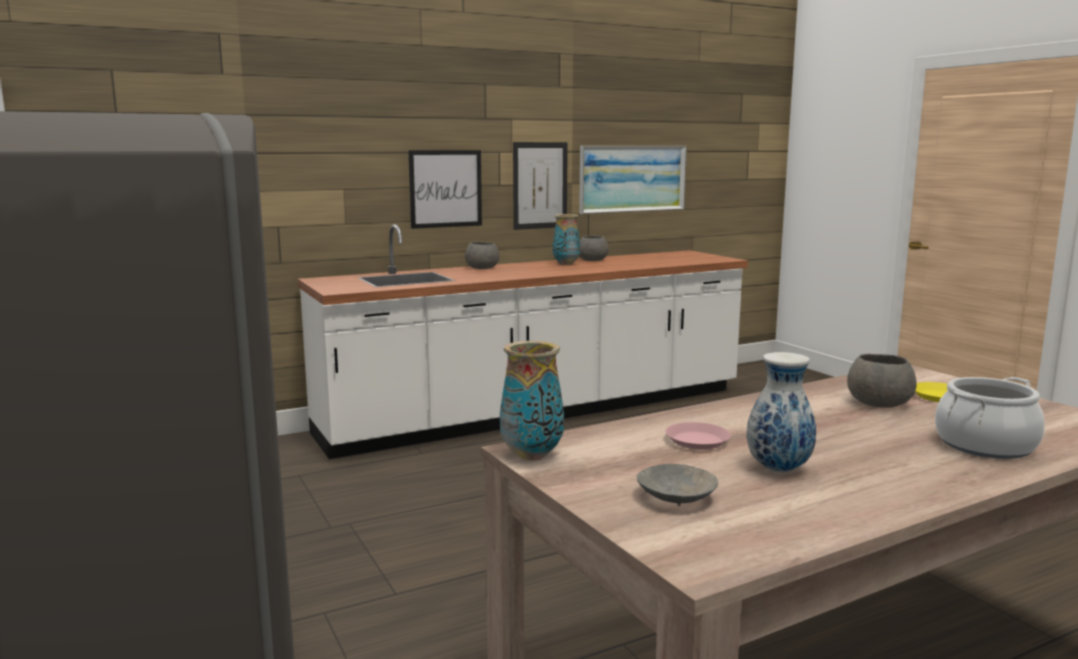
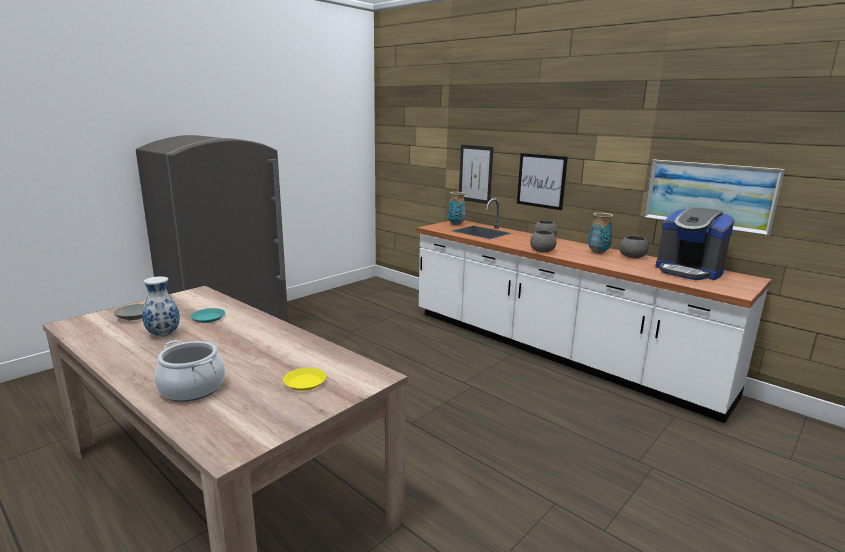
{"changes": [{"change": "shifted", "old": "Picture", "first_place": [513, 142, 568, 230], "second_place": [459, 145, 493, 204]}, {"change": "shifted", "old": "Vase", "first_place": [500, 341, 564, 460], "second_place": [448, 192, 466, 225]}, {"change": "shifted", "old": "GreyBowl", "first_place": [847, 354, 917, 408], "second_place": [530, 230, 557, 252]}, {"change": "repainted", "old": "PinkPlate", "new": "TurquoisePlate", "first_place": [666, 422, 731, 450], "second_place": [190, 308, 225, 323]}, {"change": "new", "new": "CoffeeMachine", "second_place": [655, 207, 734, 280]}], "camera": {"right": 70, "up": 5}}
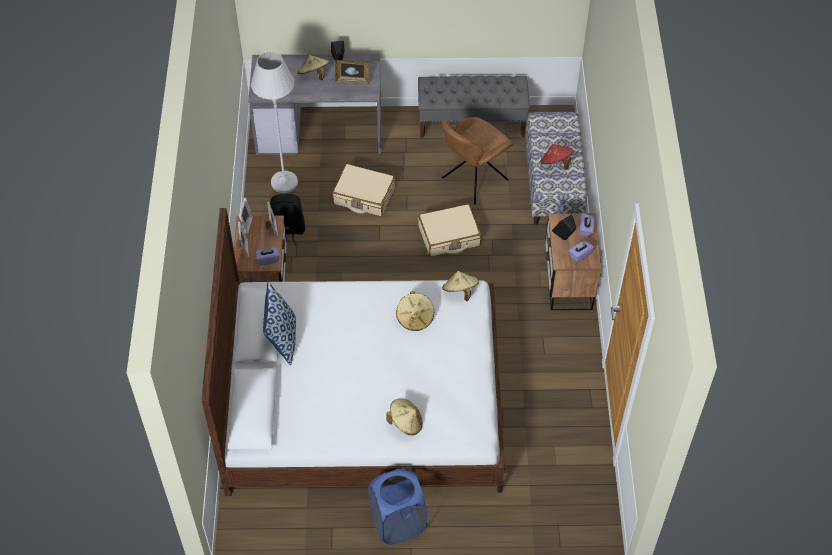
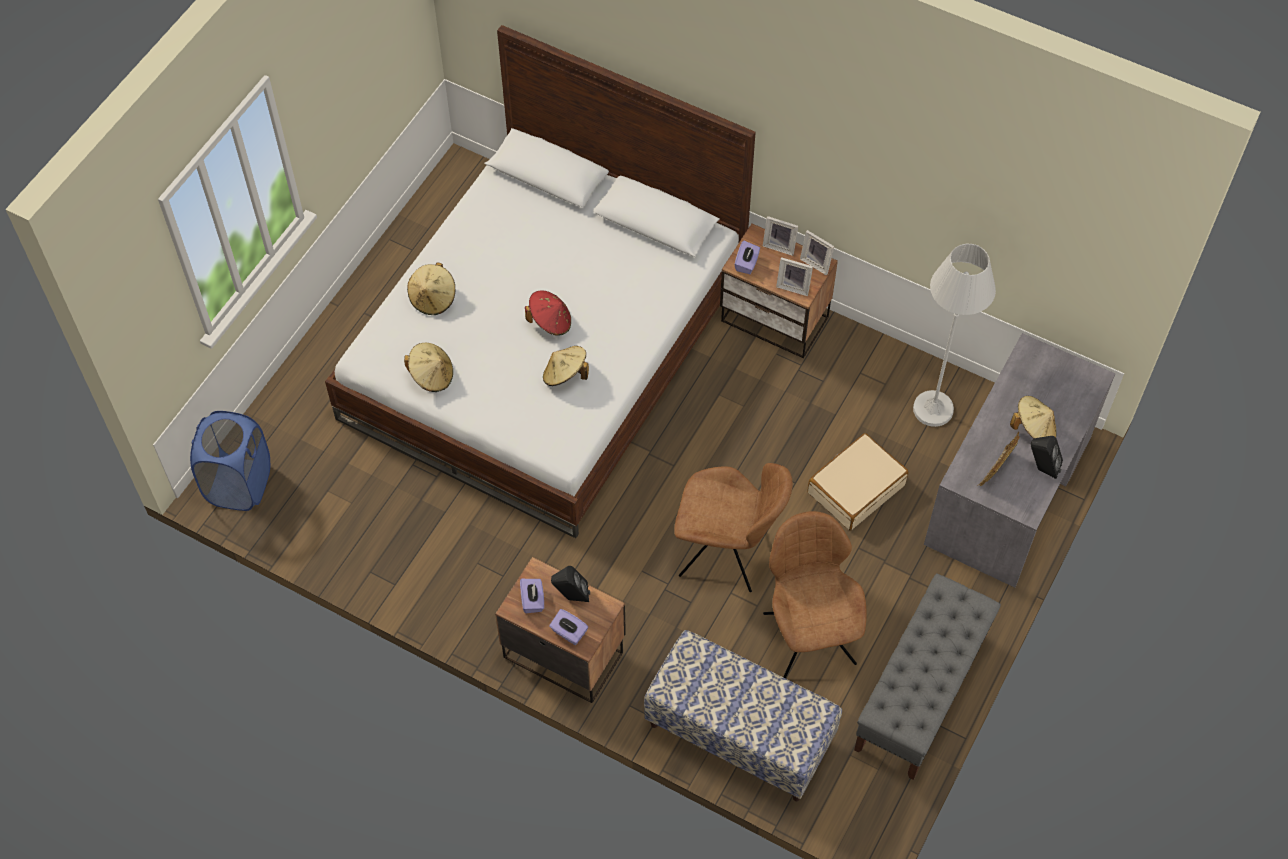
{"changes": [{"change": "shifted", "old": "RedHat", "first_place": [540, 144, 574, 170], "second_place": [525, 290, 571, 336]}, {"change": "gone", "old": "BlackBackpack", "first_place": [270, 194, 305, 245]}, {"change": "swapped", "old": "BeigeSuitcase", "new": "BrownChair", "first_place": [418, 204, 481, 257], "second_place": [674, 463, 793, 592]}, {"change": "shifted", "old": "BeigeHat", "first_place": [442, 271, 479, 301], "second_place": [404, 343, 453, 392]}, {"change": "gone", "old": "Pillow", "first_place": [263, 281, 296, 365]}, {"change": "shifted", "old": "BlueLaundryBasket", "first_place": [368, 468, 427, 545], "second_place": [190, 411, 270, 511]}], "camera": {"right": 120, "up": 5}}
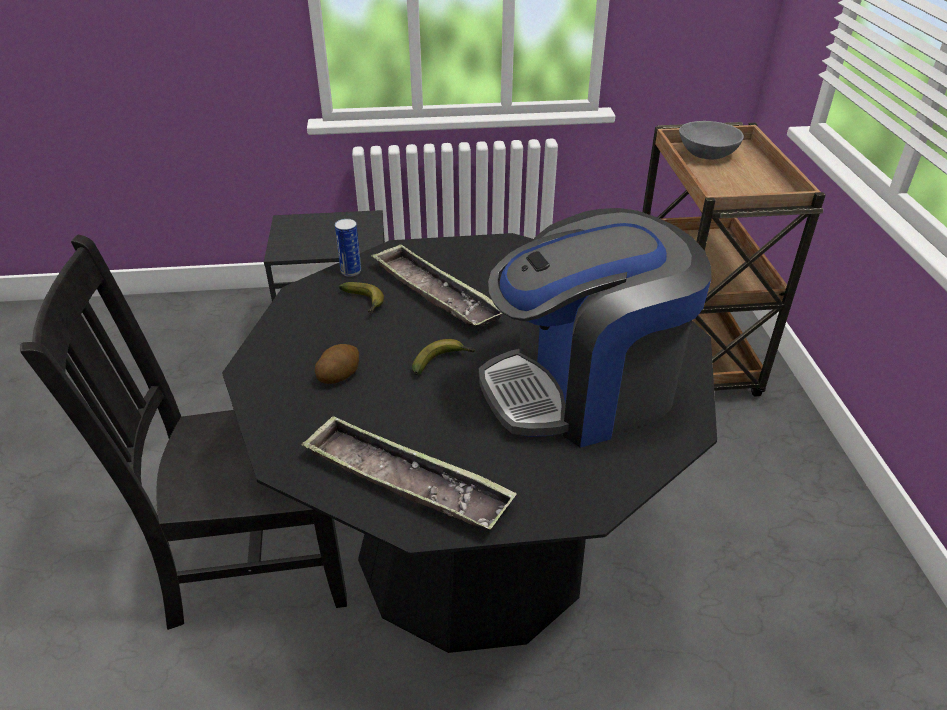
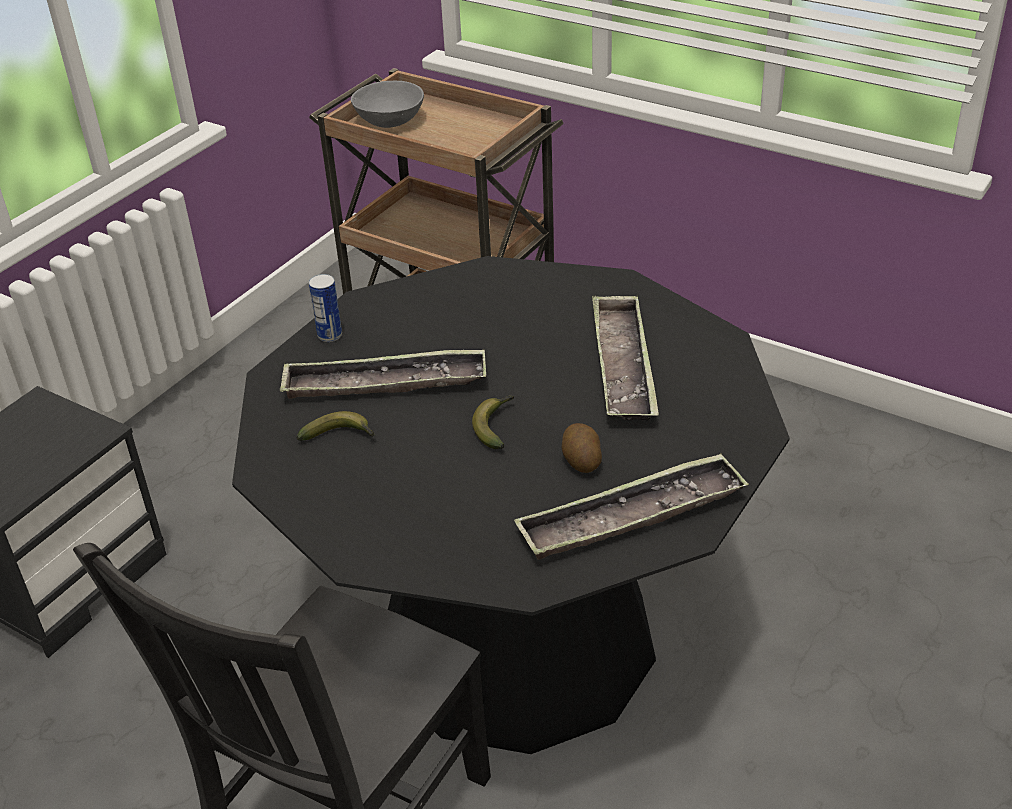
{"changes": [{"change": "swapped", "old": "CoffeeMachine", "new": "Tray", "first_place": [479, 208, 712, 448], "second_place": [592, 295, 659, 421]}, {"change": "shifted", "old": "Can", "first_place": [335, 219, 361, 277], "second_place": [309, 274, 342, 342]}, {"change": "shifted", "old": "Potato", "first_place": [315, 344, 359, 384], "second_place": [561, 423, 602, 473]}], "camera": {"right": -50, "up": 0}}
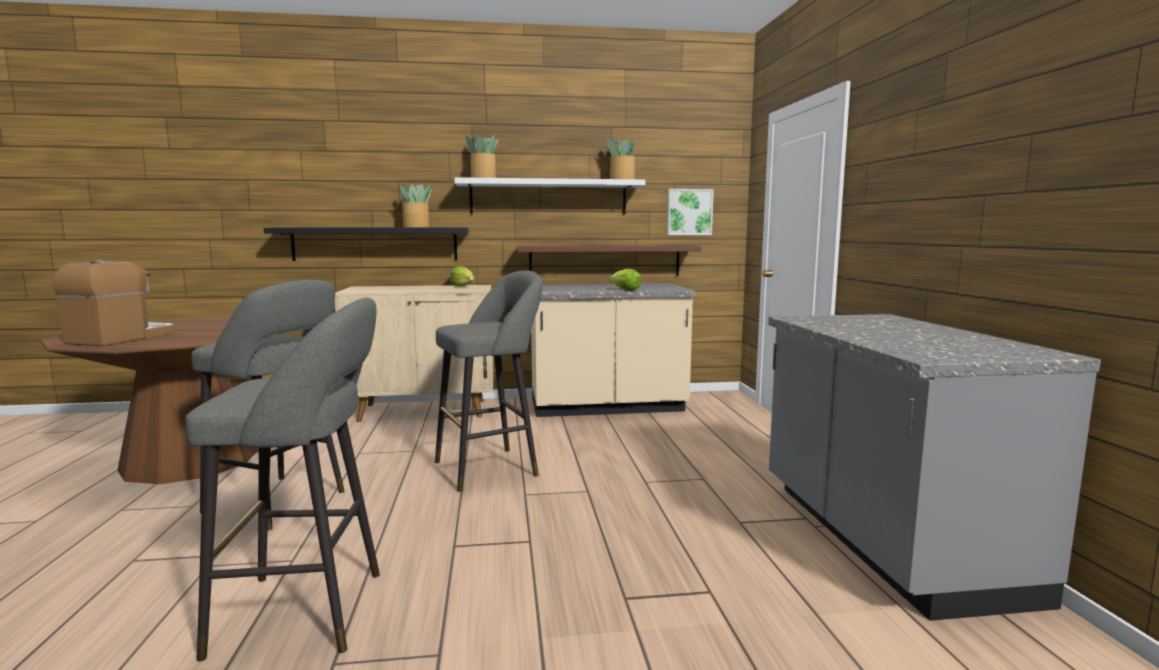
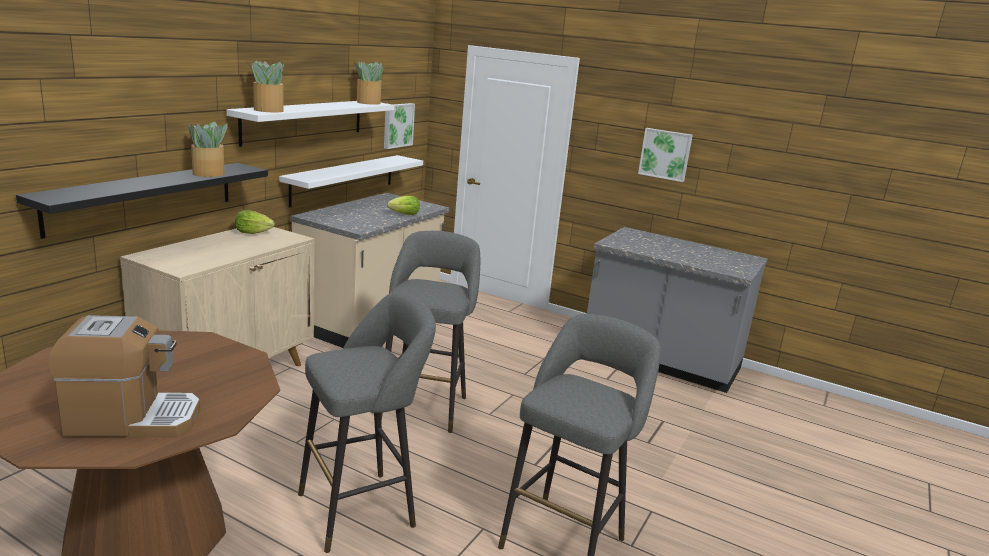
{"changes": [{"change": "repainted", "old": "BrownShelf", "new": "WhiteShelf", "first_place": [517, 245, 701, 276], "second_place": [279, 155, 423, 208]}, {"change": "rotated", "old": "CoffeeMachine", "first_place": [53, 261, 175, 346], "second_place": [49, 315, 200, 437], "degrees": 120}, {"change": "new", "new": "Picture", "second_place": [638, 128, 693, 182]}], "camera": {"right": -55, "up": 10}}
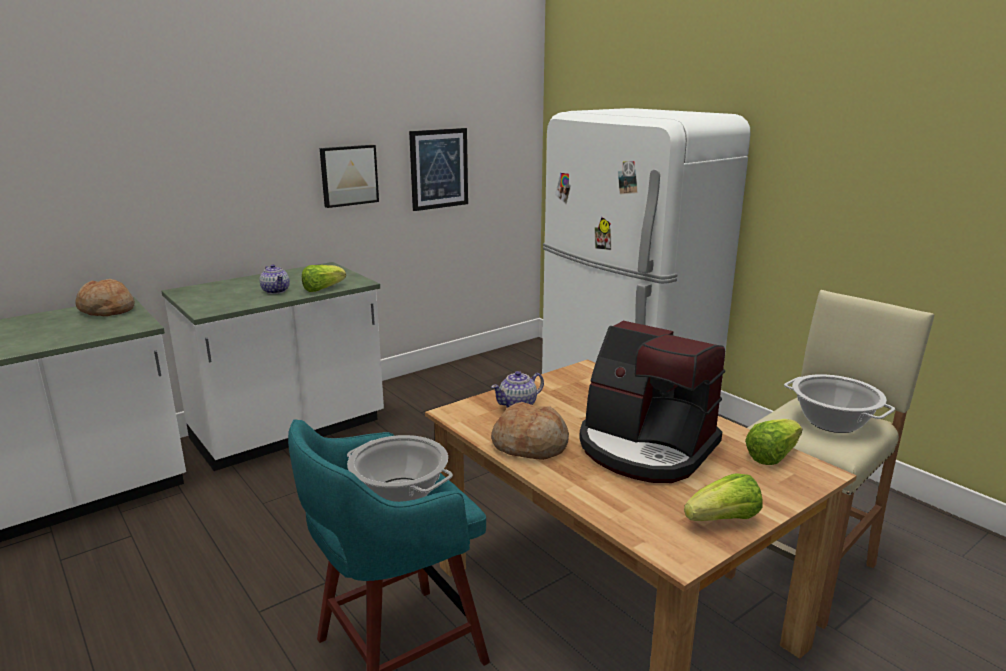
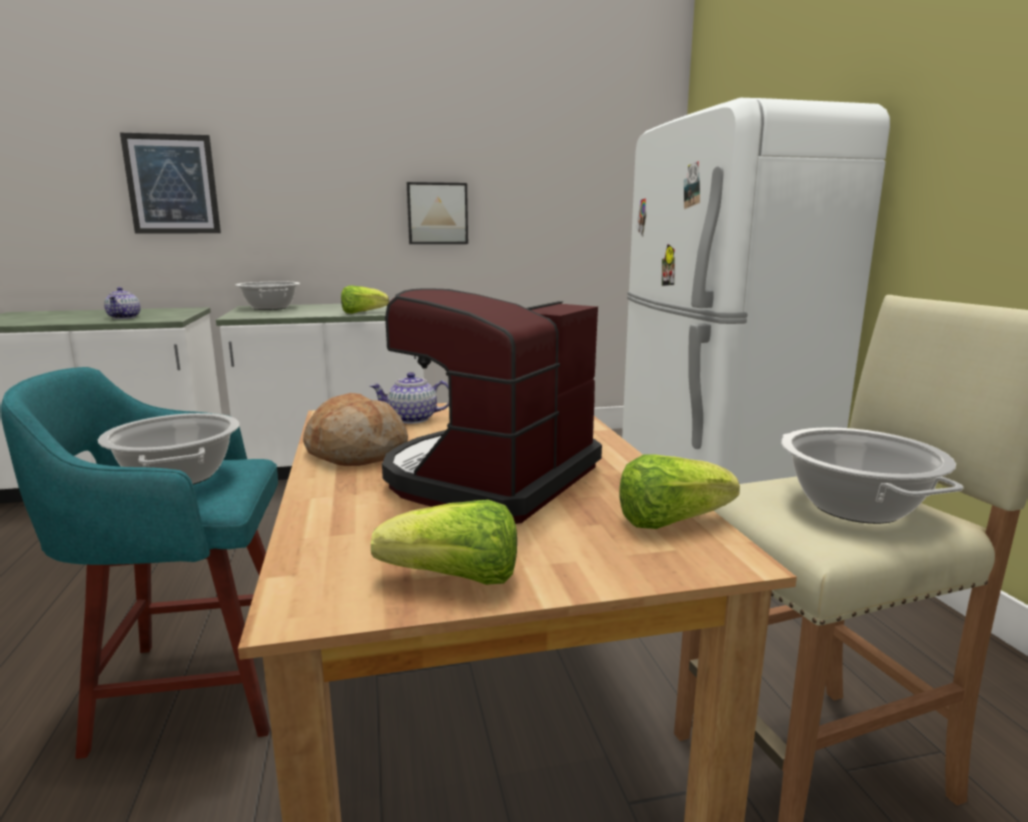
{"changes": [{"change": "shifted", "old": "Picture", "first_place": [409, 128, 468, 211], "second_place": [120, 133, 221, 233]}, {"change": "shifted", "old": "Teapot", "first_place": [259, 264, 290, 294], "second_place": [104, 287, 141, 319]}, {"change": "gone", "old": "Bread", "first_place": [75, 279, 135, 316]}, {"change": "rotated", "old": "CoffeeMachine", "first_place": [579, 321, 725, 483], "second_place": [382, 288, 602, 524], "degrees": 60}, {"change": "new", "new": "CookingPot", "second_place": [235, 281, 300, 310]}], "camera": {"right": 25, "up": -5}}
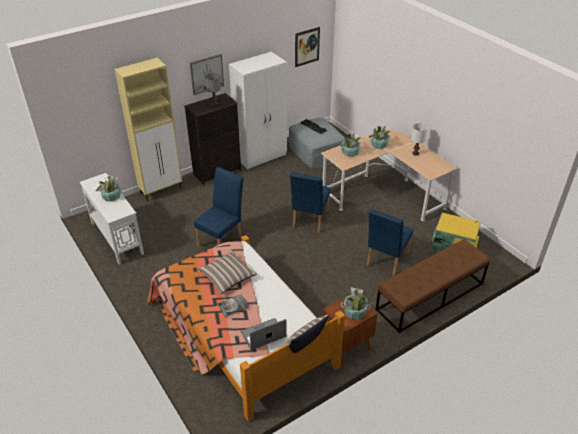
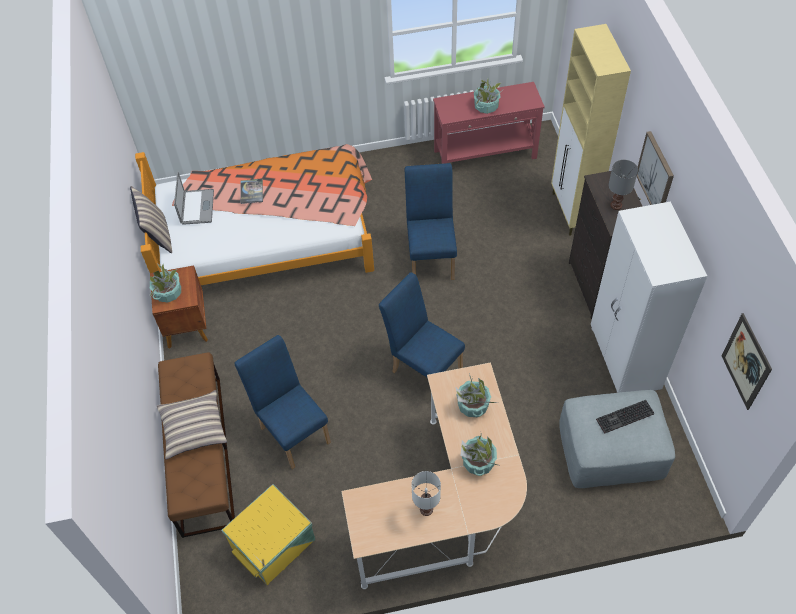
{"changes": [{"change": "rotated", "old": "BlueChair", "first_place": [194, 167, 244, 247], "second_place": [405, 163, 457, 280], "degrees": -150}, {"change": "repainted", "old": "WhiteConsoleTable", "new": "RedConsoleTable", "first_place": [80, 173, 144, 265], "second_place": [433, 82, 545, 164]}, {"change": "shifted", "old": "Pillow", "first_place": [198, 251, 257, 294], "second_place": [157, 390, 227, 459]}], "camera": {"right": 115, "up": 15}}
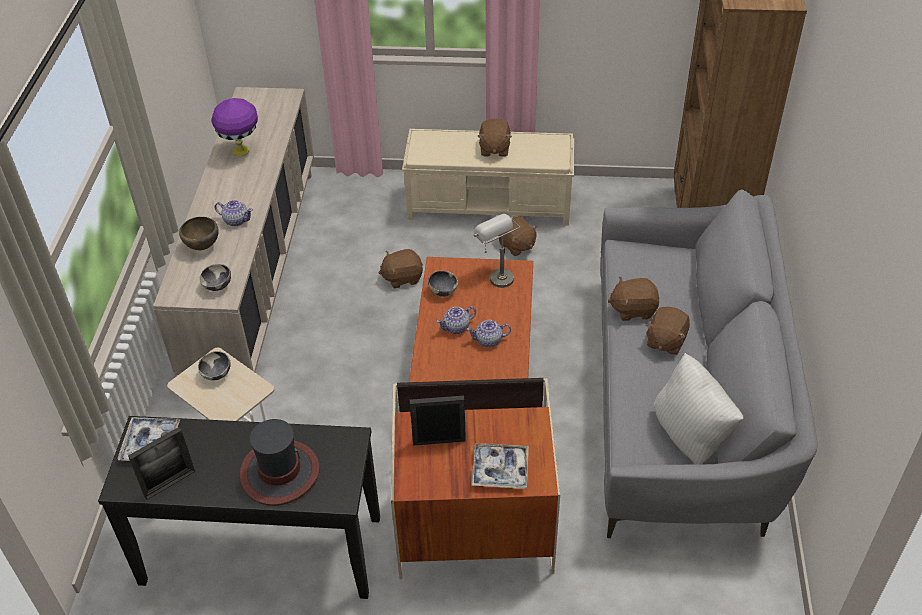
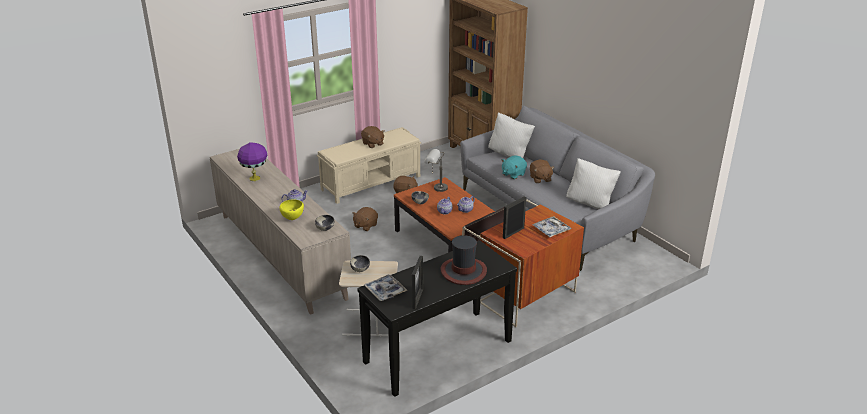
{"changes": [{"change": "repainted", "old": "BrownBowl", "new": "YellowBowl", "first_place": [179, 217, 219, 250], "second_place": [279, 199, 304, 220]}, {"change": "repainted", "old": "BrownPlushToy", "new": "TurquoisePlushToy", "first_place": [608, 277, 659, 321], "second_place": [502, 156, 527, 179]}, {"change": "new", "new": "WhitePillow", "second_place": [488, 112, 535, 158]}], "camera": {"right": -40, "up": -15}}
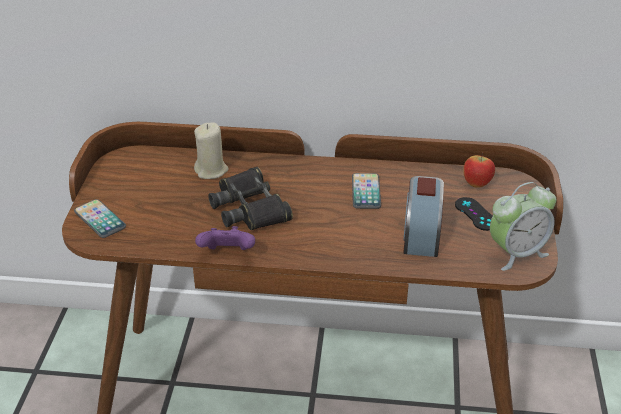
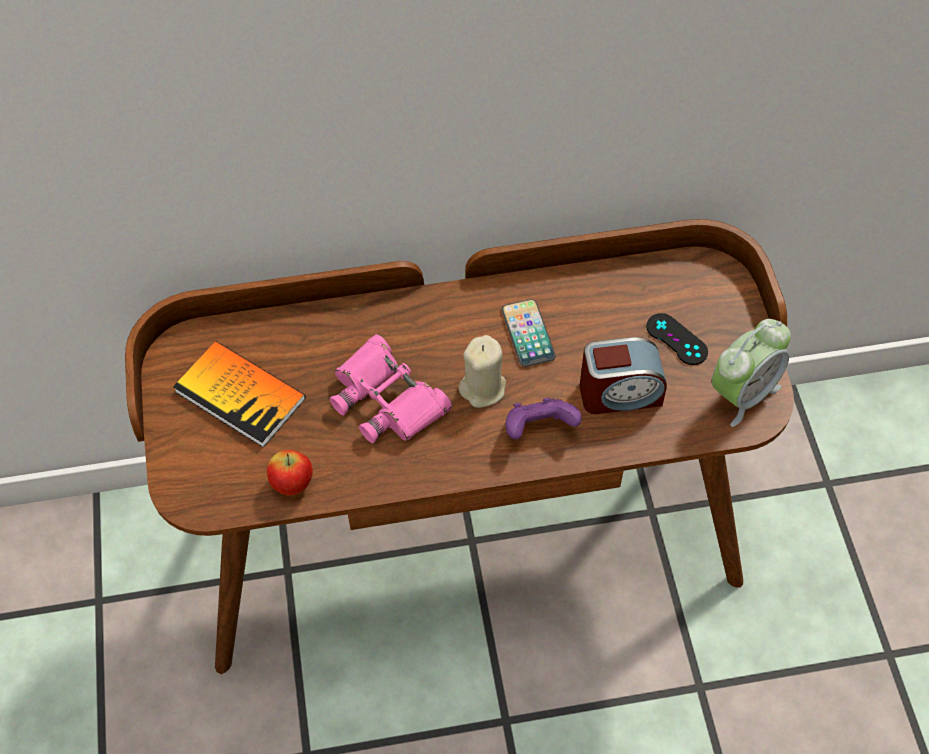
{"changes": [{"change": "shifted", "old": "BeigeCandle", "first_place": [194, 122, 229, 179], "second_place": [458, 335, 506, 408]}, {"change": "shifted", "old": "Apple", "first_place": [463, 152, 495, 188], "second_place": [267, 450, 313, 496]}, {"change": "repainted", "old": "BlackBinoculars", "new": "PinkBinoculars", "first_place": [208, 167, 293, 230], "second_place": [330, 334, 452, 443]}, {"change": "rotated", "old": "AlarmClock", "first_place": [403, 176, 444, 257], "second_place": [580, 337, 667, 414], "degrees": -90}, {"change": "gone", "old": "Phone", "first_place": [74, 199, 126, 238]}, {"change": "shifted", "old": "PurpleGameController", "first_place": [195, 226, 255, 250], "second_place": [506, 398, 582, 439]}, {"change": "new", "new": "Book", "second_place": [173, 341, 306, 448]}], "camera": {"right": -15, "up": 20}}
